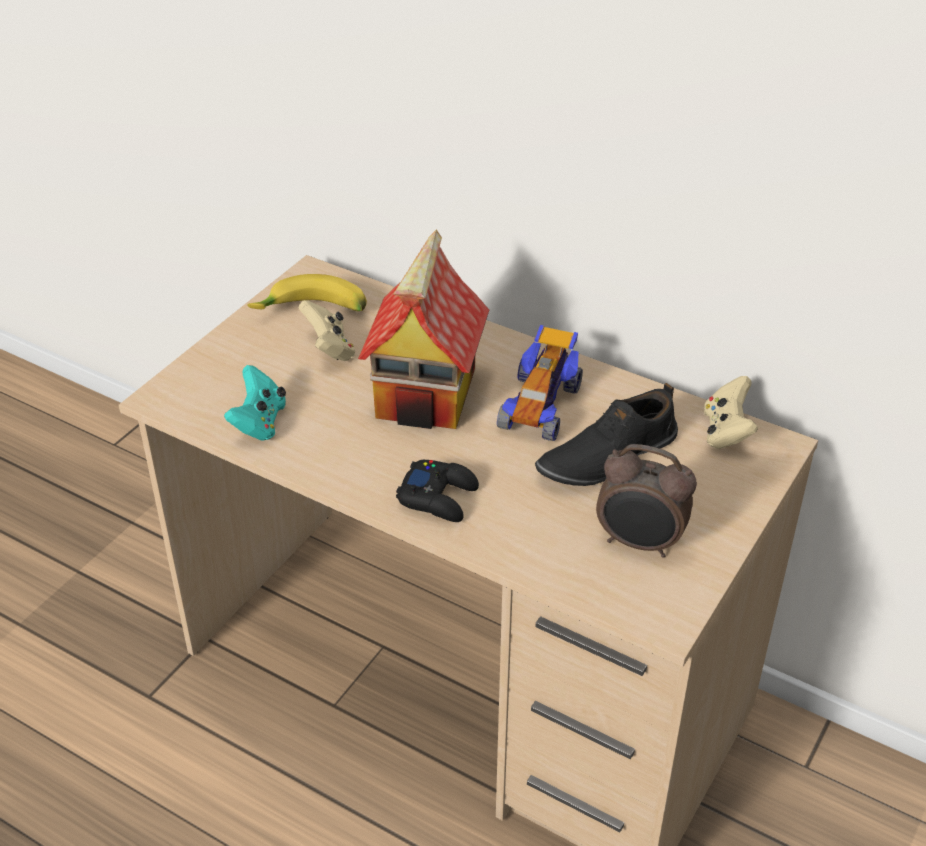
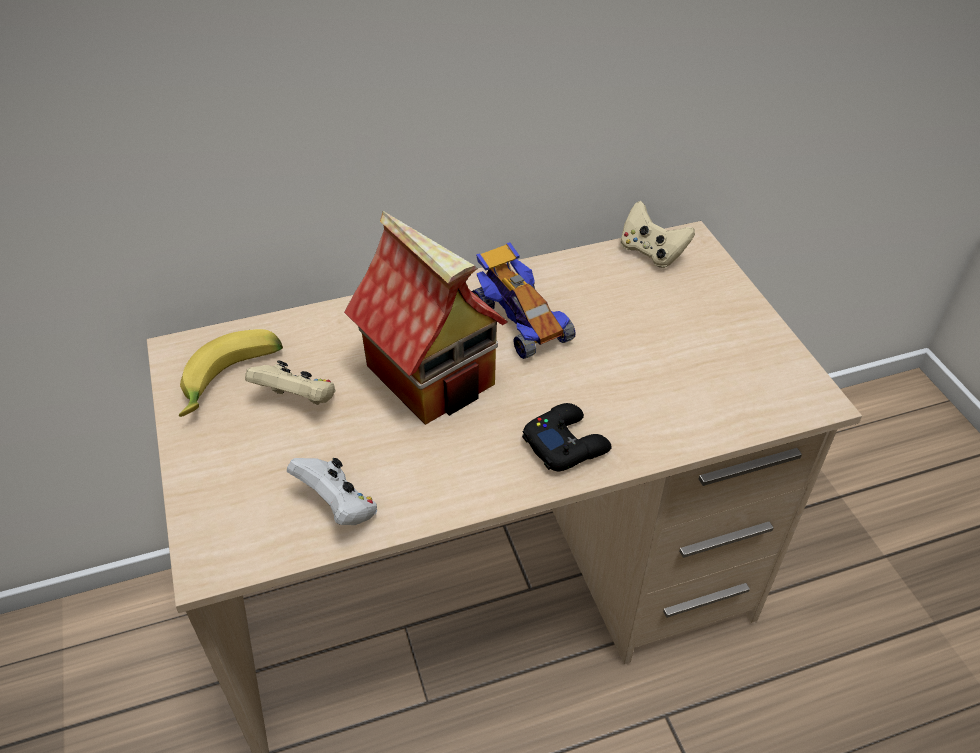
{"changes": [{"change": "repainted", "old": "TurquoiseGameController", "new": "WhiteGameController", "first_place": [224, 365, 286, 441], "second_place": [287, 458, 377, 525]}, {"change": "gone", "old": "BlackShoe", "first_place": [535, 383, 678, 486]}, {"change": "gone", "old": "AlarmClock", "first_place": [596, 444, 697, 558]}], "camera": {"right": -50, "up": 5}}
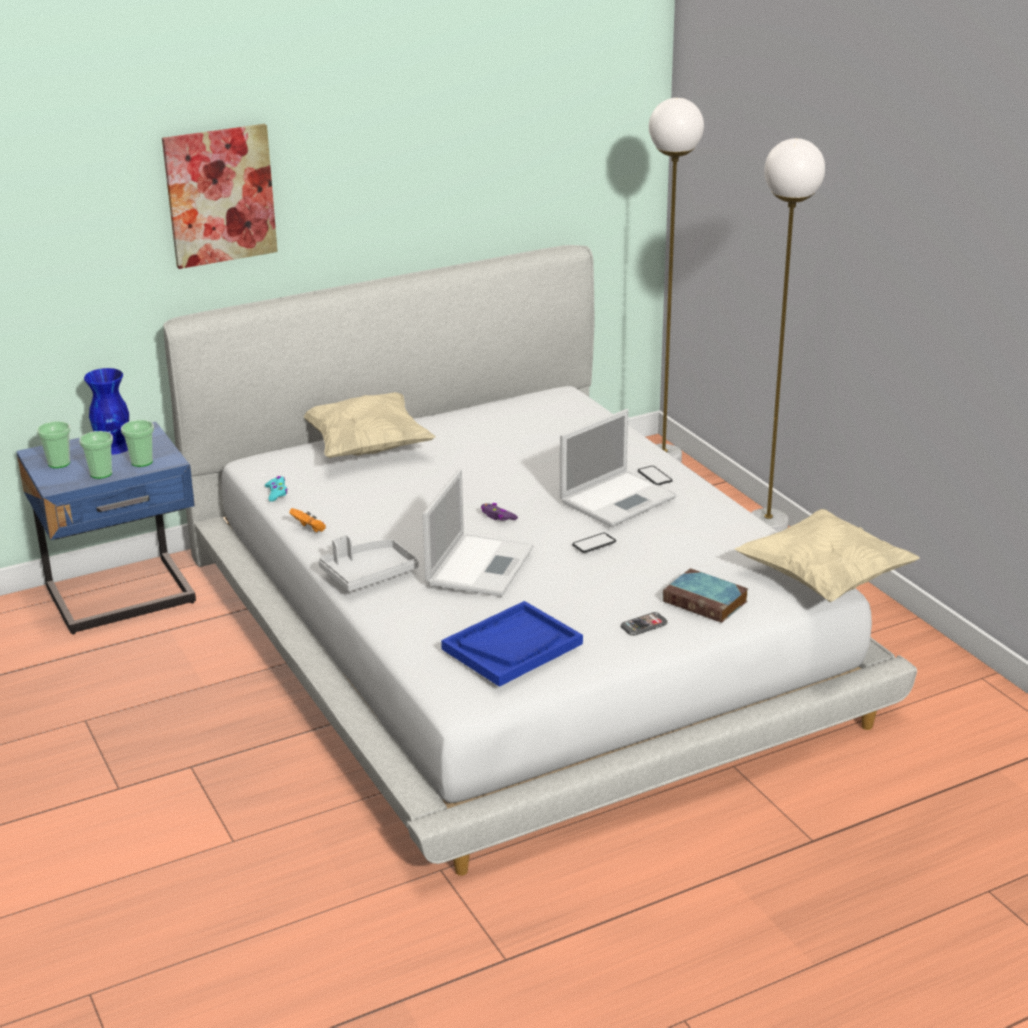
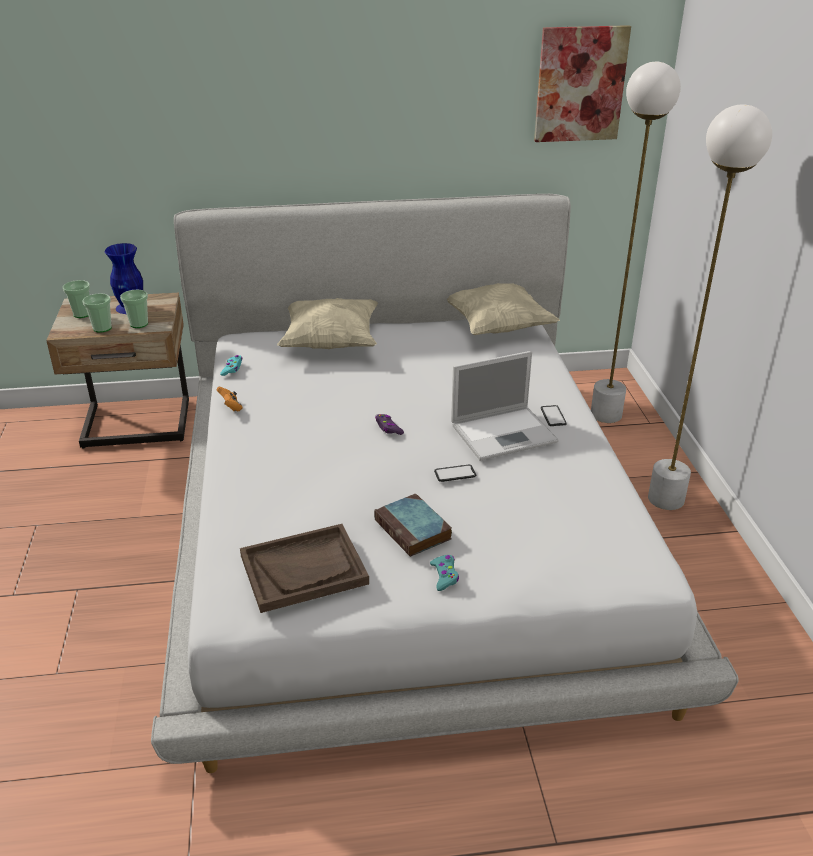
{"changes": [{"change": "shifted", "old": "Picture", "first_place": [162, 124, 278, 269], "second_place": [534, 25, 631, 142]}, {"change": "repainted", "old": "BlueNightstand", "new": "BeigeNightstand", "first_place": [16, 422, 196, 635], "second_place": [46, 293, 189, 448]}, {"change": "gone", "old": "Laptop", "first_place": [422, 469, 534, 597]}, {"change": "shifted", "old": "BeigePillow", "first_place": [735, 509, 920, 602], "second_place": [446, 283, 560, 335]}, {"change": "gone", "old": "GreyTray", "first_place": [318, 535, 418, 591]}, {"change": "shifted", "old": "Book", "first_place": [663, 568, 748, 623], "second_place": [374, 494, 452, 557]}, {"change": "repainted", "old": "BlueTray", "new": "BrownTray", "first_place": [441, 601, 583, 687], "second_place": [240, 524, 369, 613]}, {"change": "swapped", "old": "Phone", "new": "TurquoiseGameController", "first_place": [621, 612, 667, 636], "second_place": [430, 555, 459, 591]}], "camera": {"right": 20, "up": 5}}
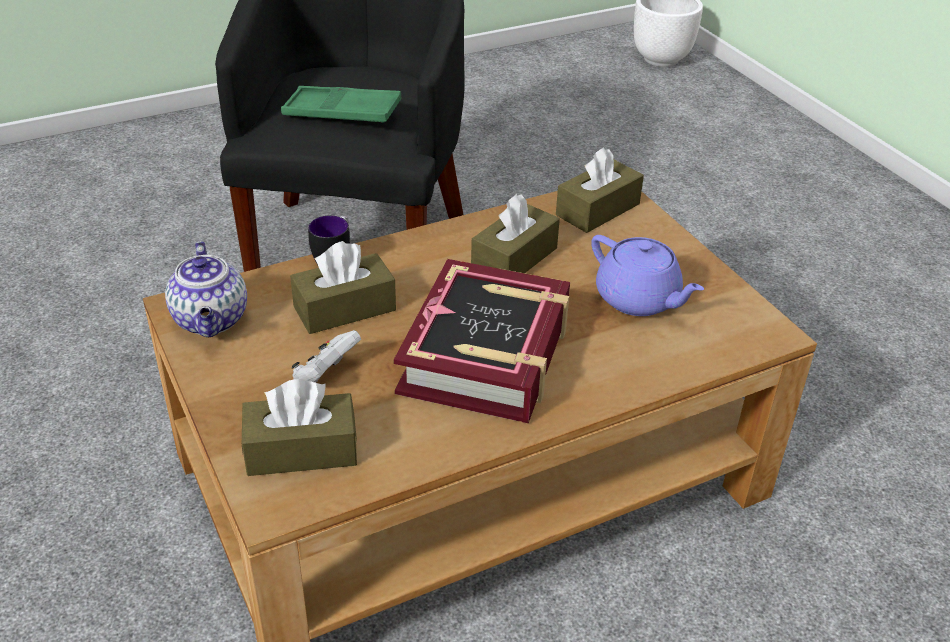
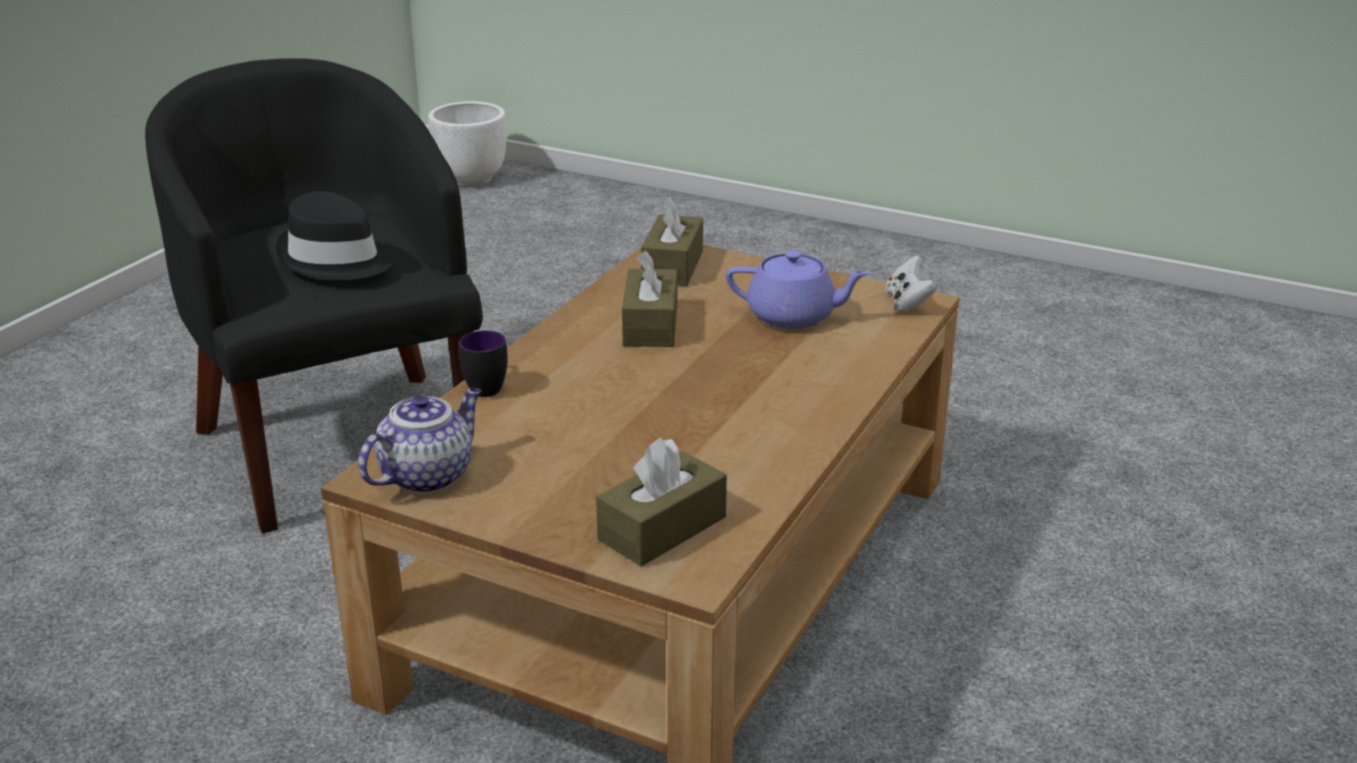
{"changes": [{"change": "swapped", "old": "GreenTray", "new": "BlackHat", "first_place": [281, 86, 402, 123], "second_place": [276, 191, 393, 280]}, {"change": "rotated", "old": "Teapot", "first_place": [165, 241, 247, 337], "second_place": [358, 388, 482, 494], "degrees": -90}, {"change": "gone", "old": "BrownTissueBox", "first_place": [290, 241, 396, 334]}, {"change": "gone", "old": "Book", "first_place": [394, 259, 570, 423]}, {"change": "shifted", "old": "WhiteGameController", "first_place": [292, 330, 361, 383], "second_place": [885, 255, 937, 313]}], "camera": {"right": -35, "up": -10}}
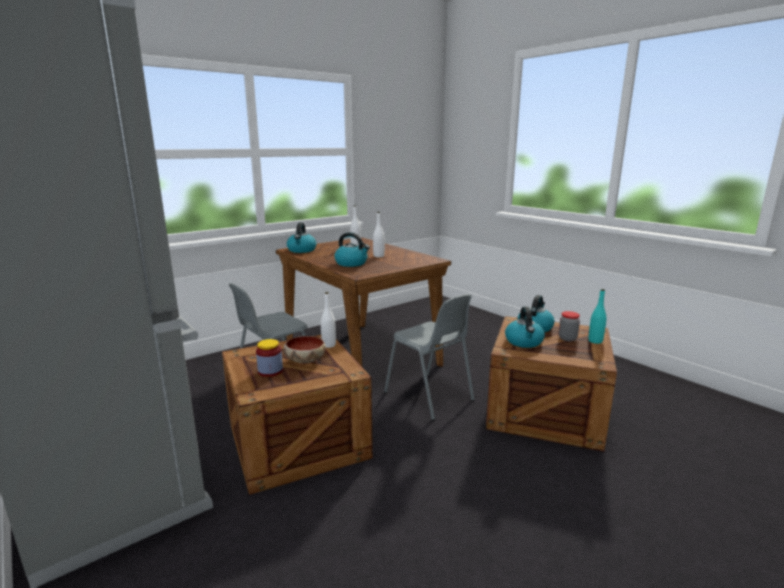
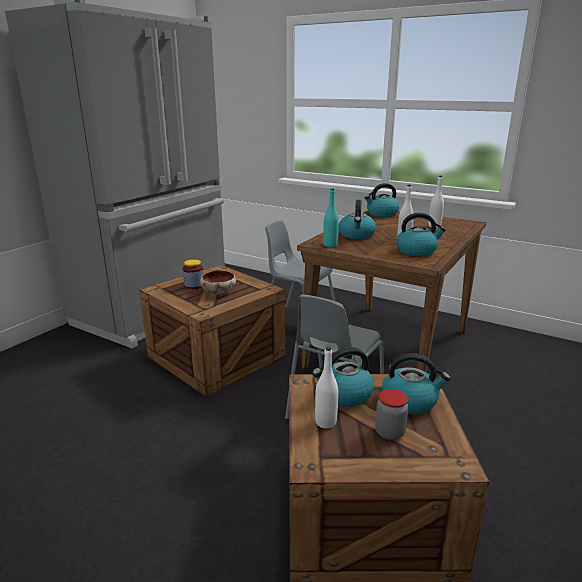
{"changes": [{"change": "shifted", "old": "TurquoiseBottle", "first_place": [588, 289, 606, 344], "second_place": [323, 188, 339, 247]}, {"change": "shifted", "old": "WhiteBottle", "first_place": [321, 292, 336, 348], "second_place": [315, 347, 338, 429]}, {"change": "new", "new": "Kettle", "second_place": [396, 213, 446, 256]}], "camera": {"right": 70, "up": 5}}
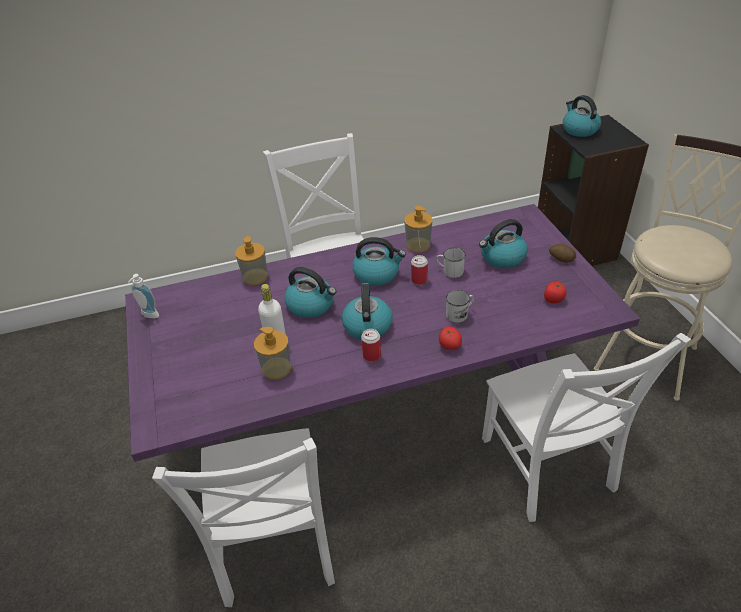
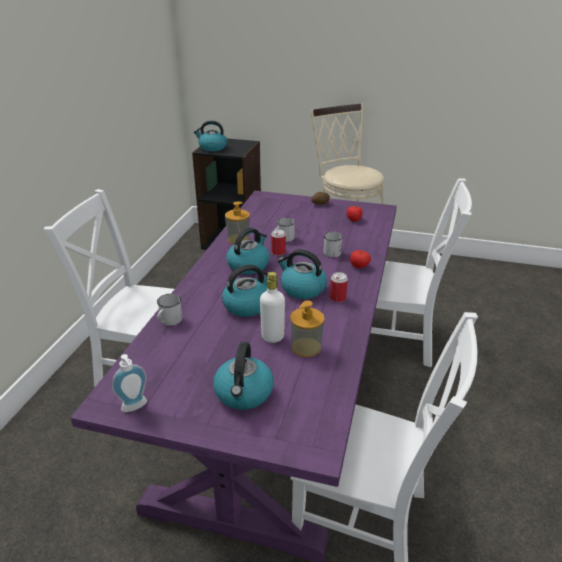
{"changes": [{"change": "shifted", "old": "Kettle", "first_place": [479, 219, 528, 268], "second_place": [213, 342, 274, 410]}, {"change": "swapped", "old": "SoapDispenser", "new": "WhiteMug", "first_place": [235, 236, 268, 285], "second_place": [157, 294, 182, 326]}], "camera": {"right": -60, "up": -10}}
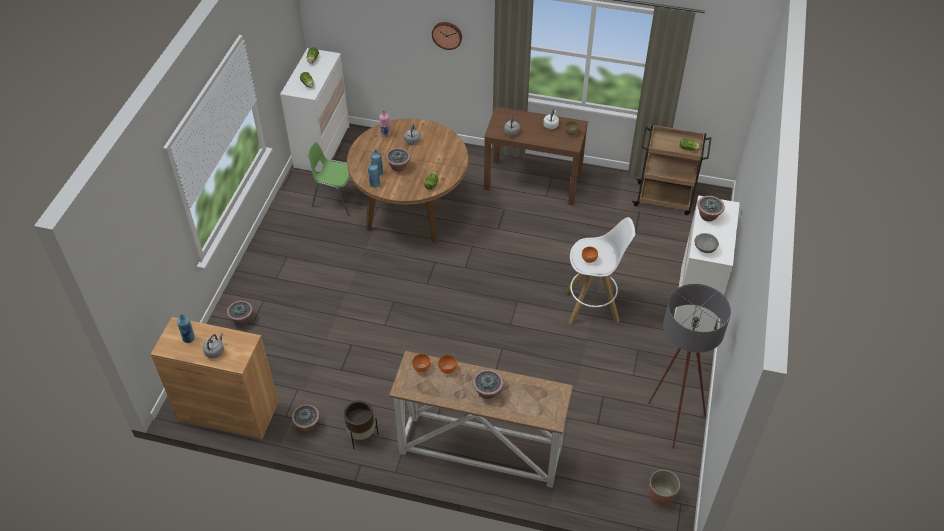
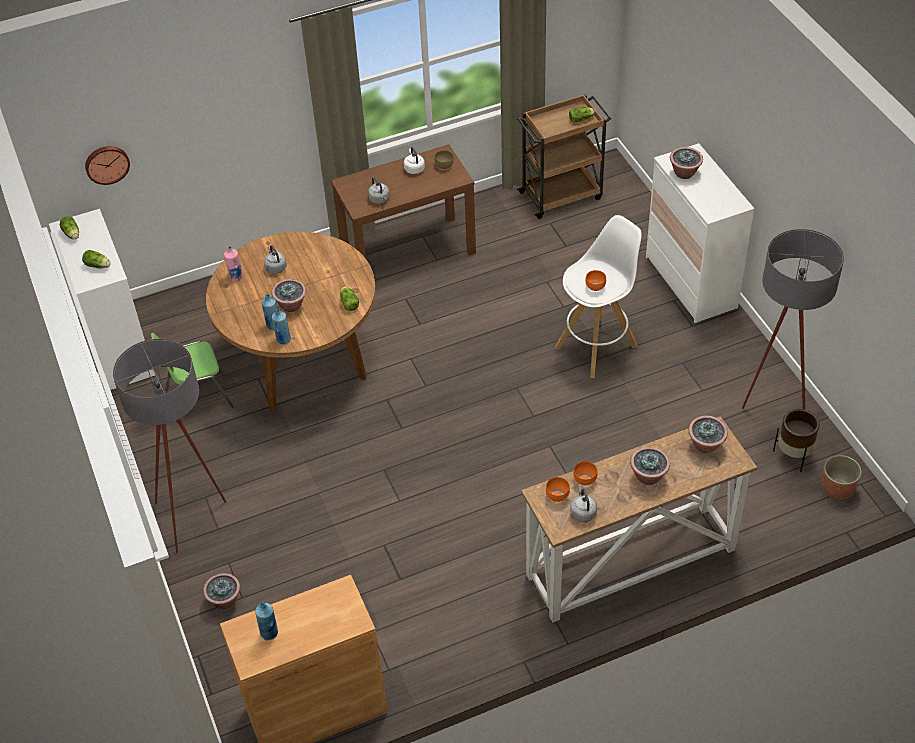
{"changes": [{"change": "shifted", "old": "WallClock", "first_place": [432, 22, 462, 50], "second_place": [85, 146, 130, 185]}, {"change": "gone", "old": "GreyBowl", "first_place": [694, 233, 719, 253]}, {"change": "shifted", "old": "GreyKettle", "first_place": [203, 333, 224, 358], "second_place": [570, 486, 597, 522]}, {"change": "shifted", "old": "BrownPlanter", "first_place": [344, 401, 379, 449], "second_place": [773, 409, 819, 472]}, {"change": "shifted", "old": "PottedPlant", "first_place": [292, 404, 320, 431], "second_place": [688, 415, 728, 453]}, {"change": "new", "new": "GreyFloorLamp", "second_place": [113, 339, 226, 553]}], "camera": {"right": -35, "up": 0}}
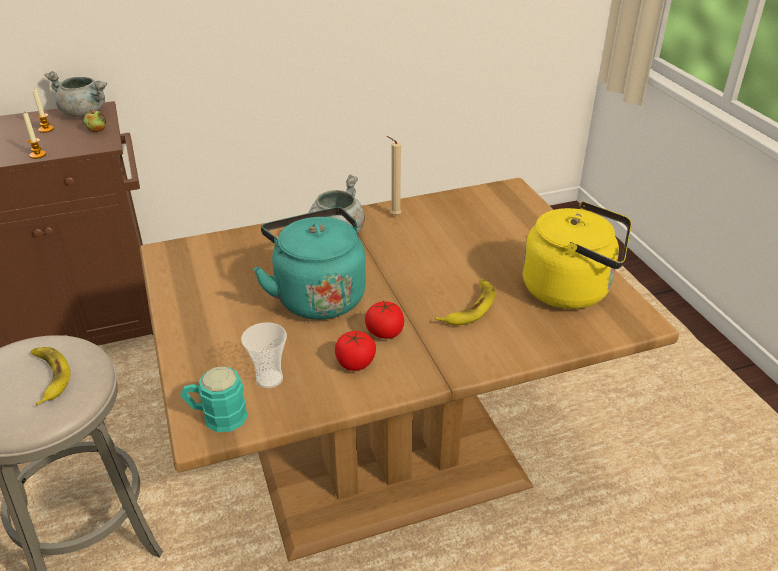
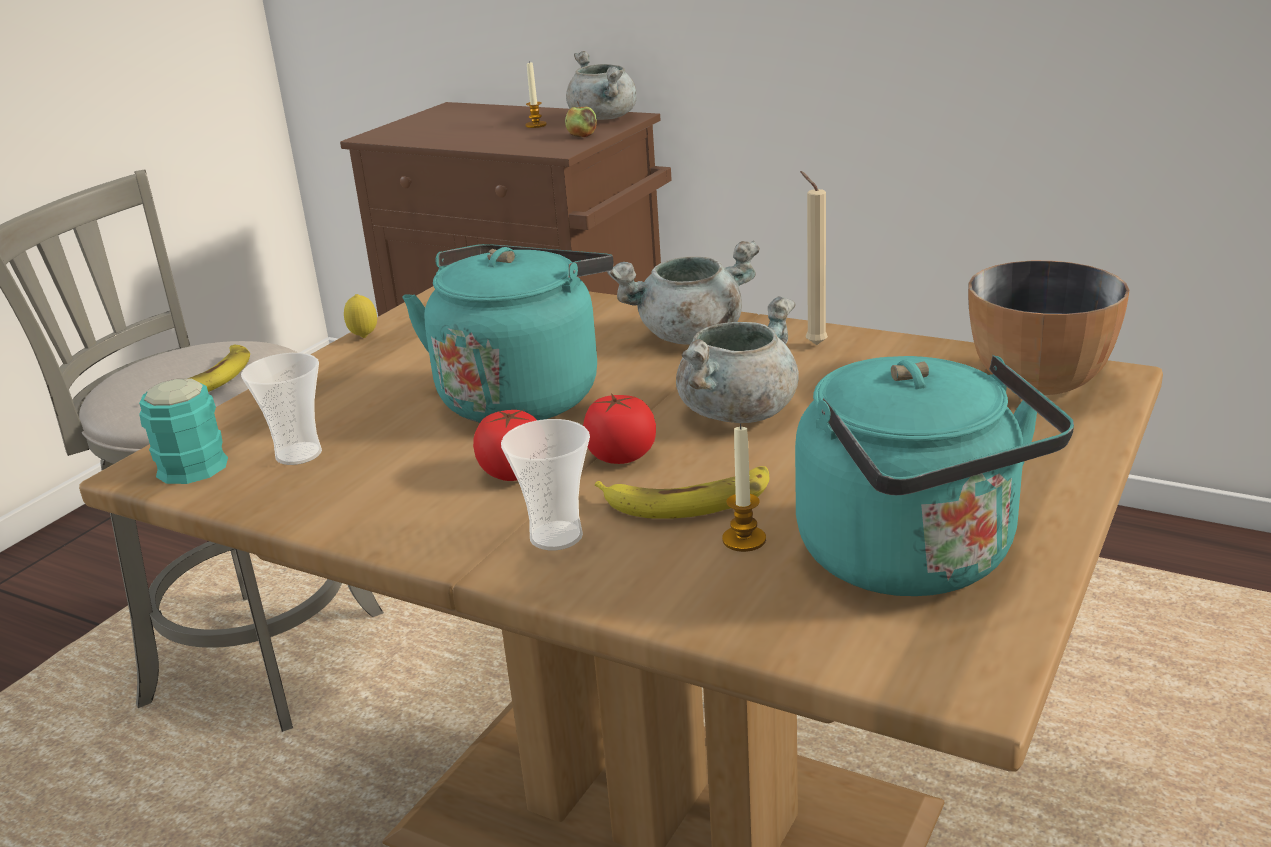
{"changes": [{"change": "shifted", "old": "Candle", "first_place": [23, 113, 46, 159], "second_place": [722, 424, 766, 552]}, {"change": "repainted", "old": "YellowKettle", "new": "TurquoiseKettle", "first_place": [522, 201, 632, 309], "second_place": [795, 355, 1074, 596]}, {"change": "shifted", "old": "Tomato", "first_place": [335, 331, 376, 371], "second_place": [583, 393, 656, 464]}, {"change": "new", "new": "Bowl", "second_place": [968, 261, 1129, 395]}, {"change": "new", "new": "Lemon", "second_place": [344, 294, 377, 338]}, {"change": "new", "new": "GreyCookingPot", "second_place": [676, 296, 799, 423]}, {"change": "new", "new": "Cup", "second_place": [501, 419, 590, 550]}], "camera": {"right": 50, "up": -10}}
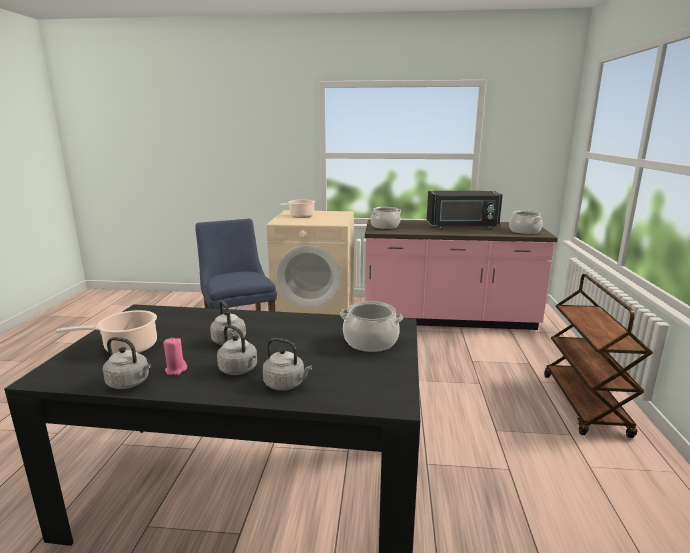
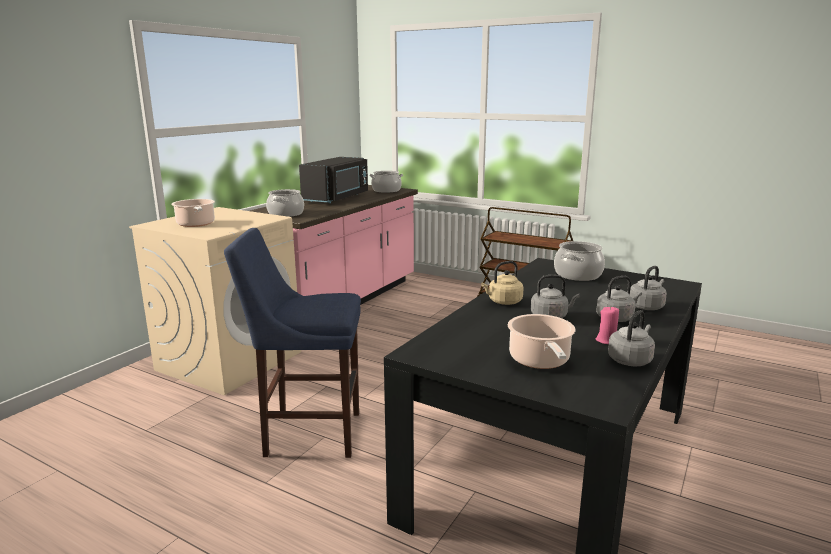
{"changes": [{"change": "new", "new": "BeigeKettle", "second_place": [481, 261, 523, 305]}], "camera": {"right": -65, "up": 0}}
